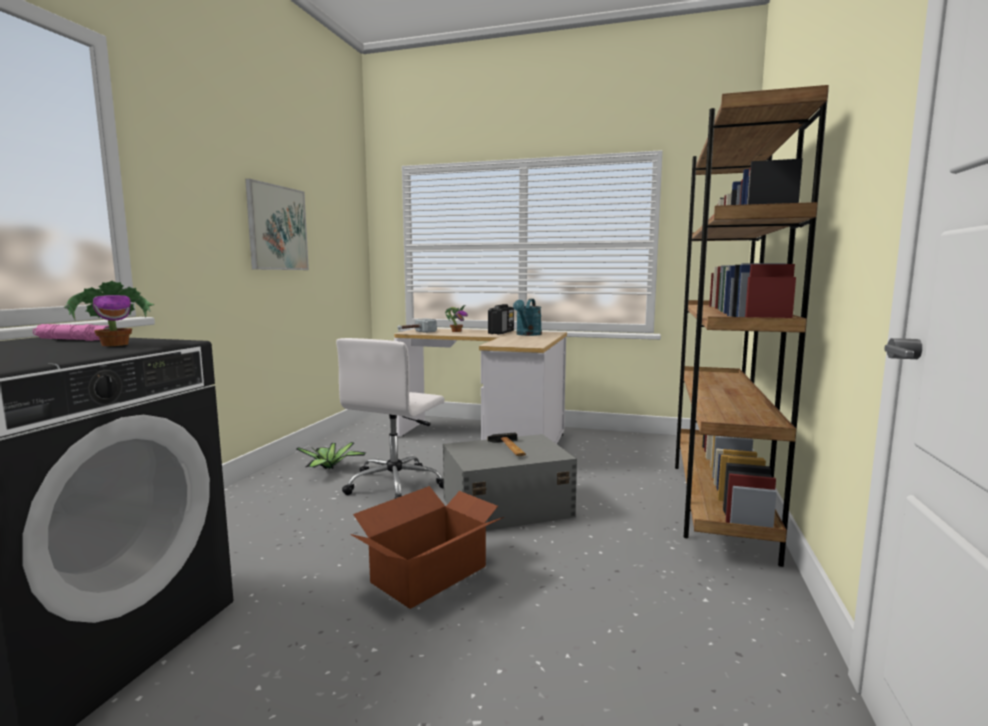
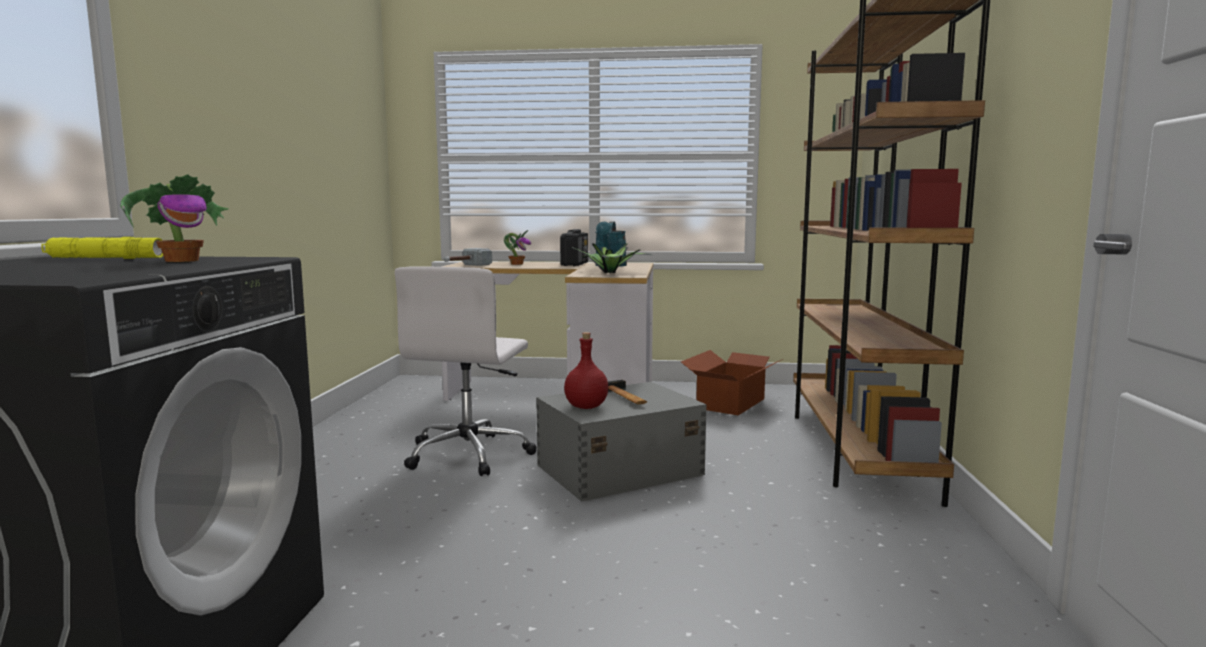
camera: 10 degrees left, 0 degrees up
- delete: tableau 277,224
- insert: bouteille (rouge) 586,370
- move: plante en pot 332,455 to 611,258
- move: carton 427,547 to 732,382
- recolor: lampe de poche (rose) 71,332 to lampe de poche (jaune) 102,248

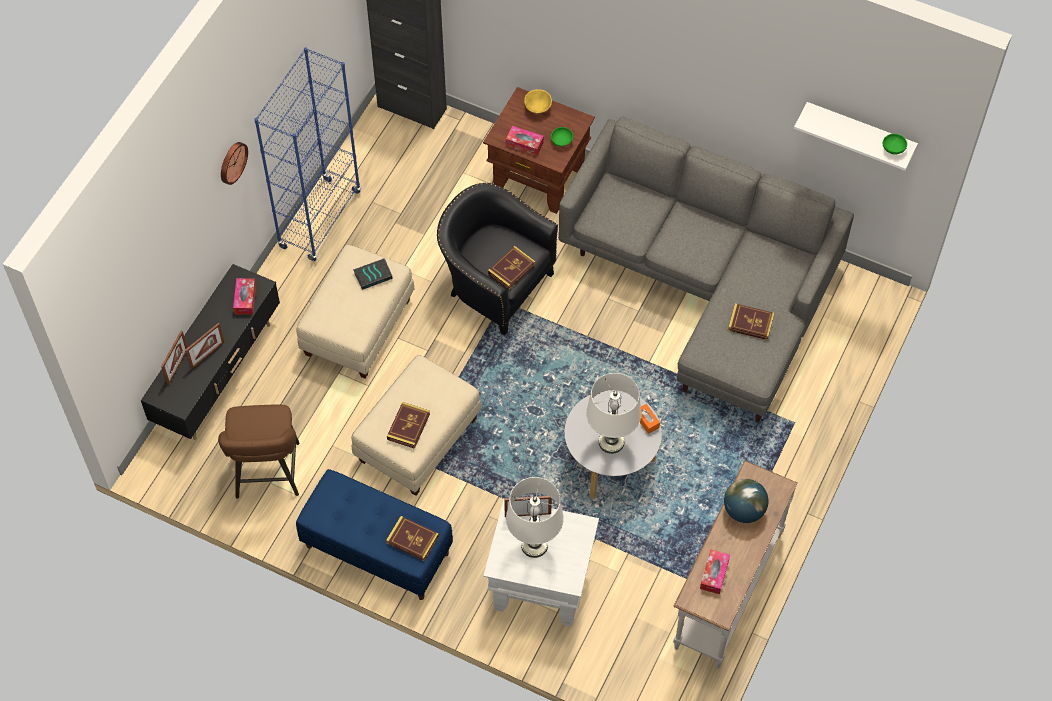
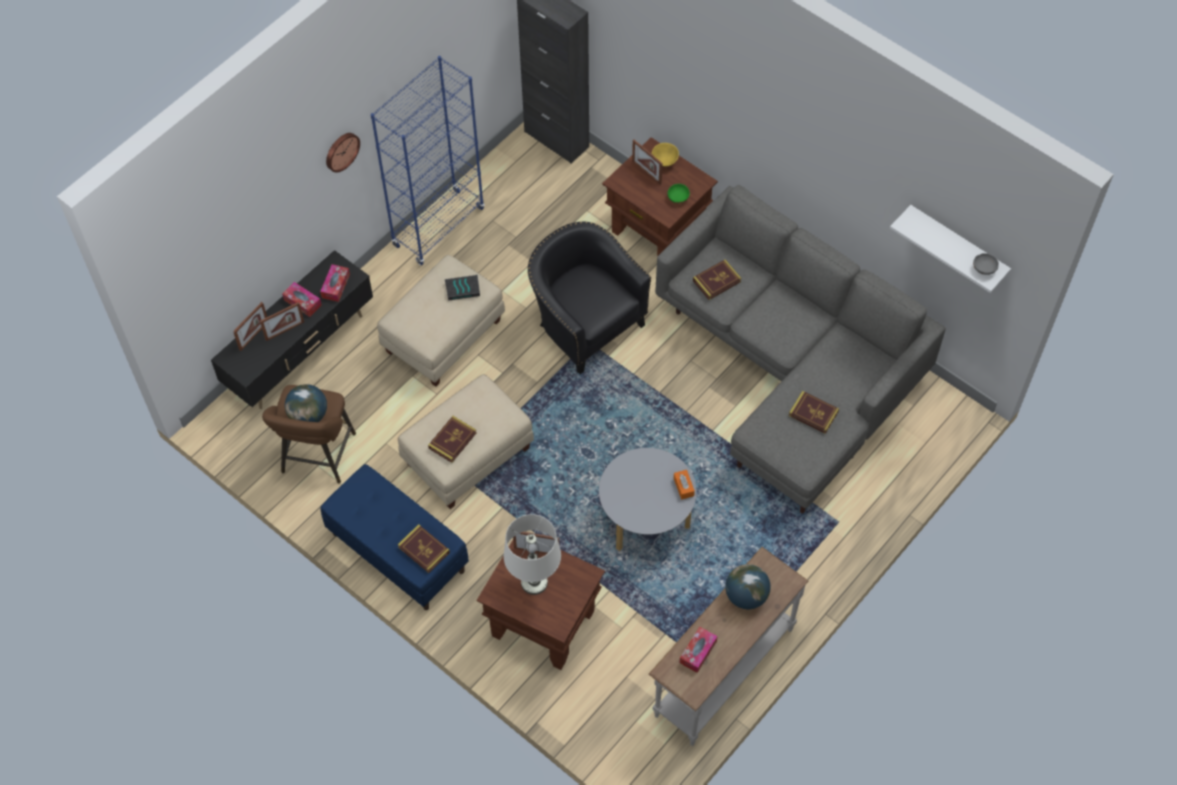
camera: 15 degrees right, 0 degrees up
- delete: lampe de table (blanc) 613,413
- insert: globe 306,403
- insert: cadre photo 647,162
- move: livre 512,268 to 717,280
- move: boîte à mouchoirs 525,141 to 302,299
- recolor: table d'appoint (blanc) 541,563 to table d'appoint (marron) 541,605
- recolor: bol (vert) 895,144 to bol (gris) 986,264

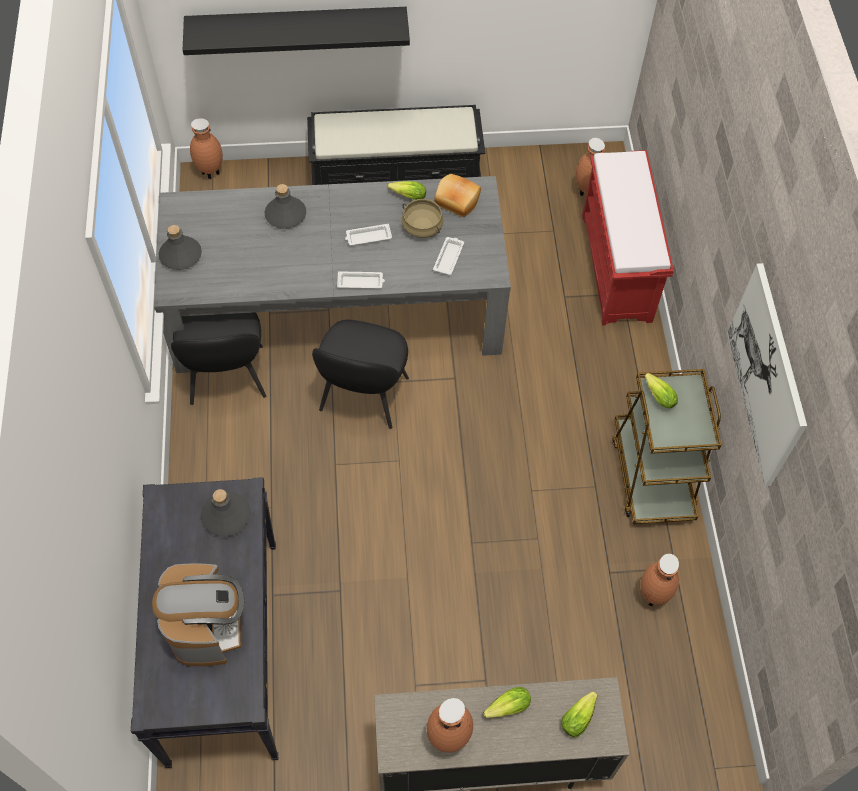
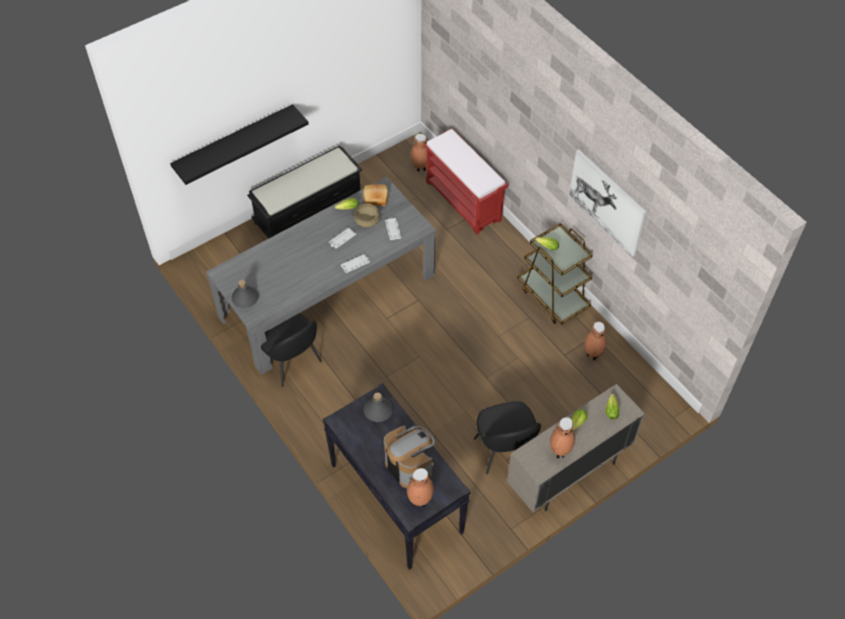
camera: 30 degrees left, 5 degrees down
- delete: bouteille (gris) 285,206
- move: vase (marron) 206,148 to 420,487
- move: chaise (noir) 360,374 to 507,437

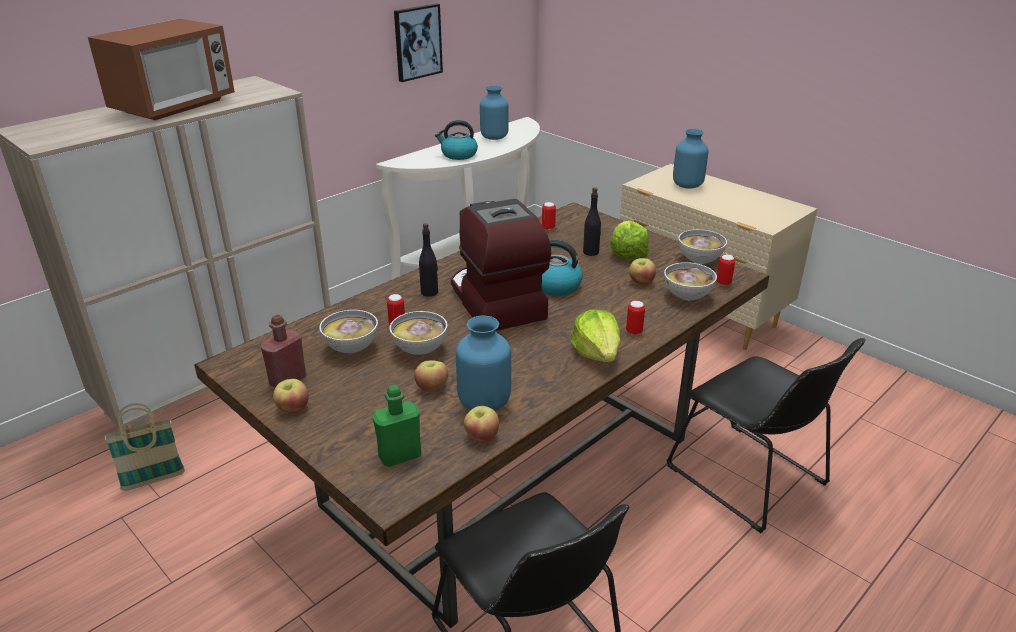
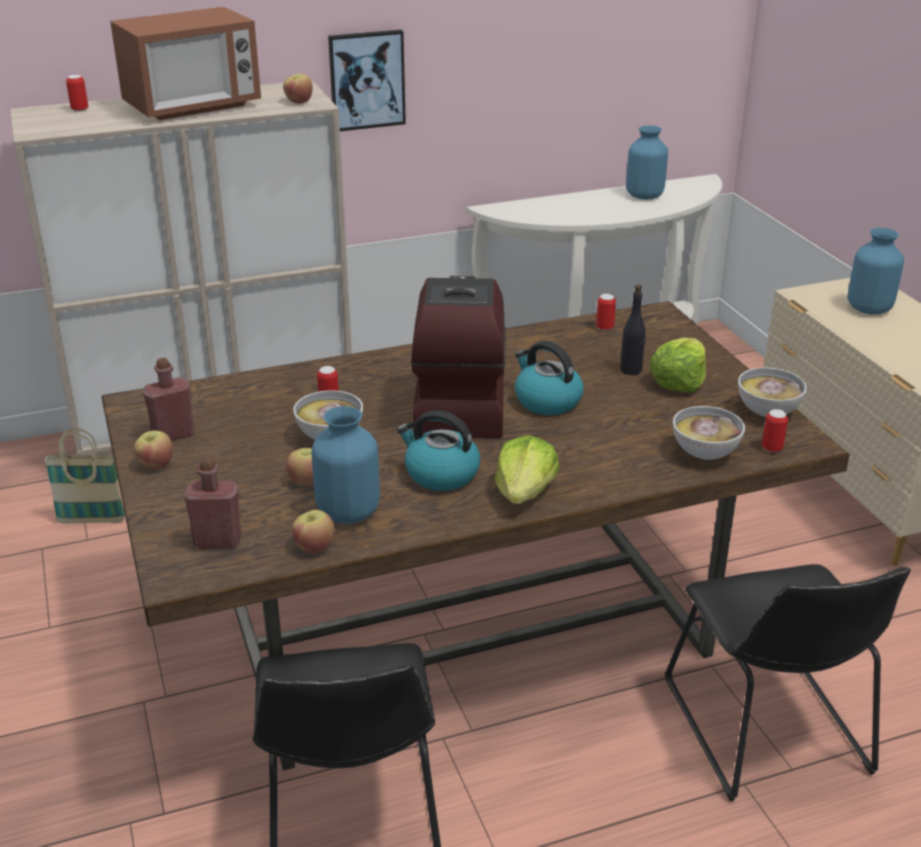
camera: 25 degrees right, 0 degrees up
- delete: bol 348,331
- delete: bouteille (noir) 428,260
- move: tableau 418,42 to 367,80
- move: bouilloire 456,140 to 438,450
- move: boîte métallique 635,318 to 77,93
- move: pomme 642,271 to 298,89
- recolor: bouteille (vert) 397,426 to bouteille (rouge) 213,503

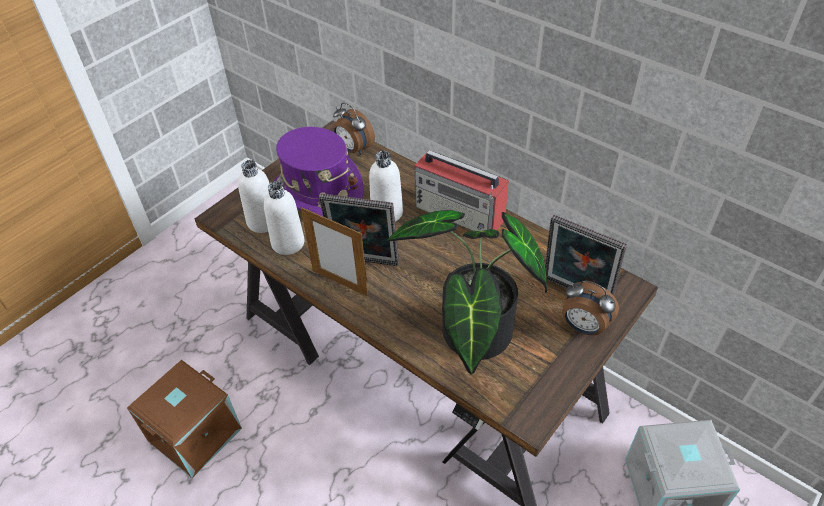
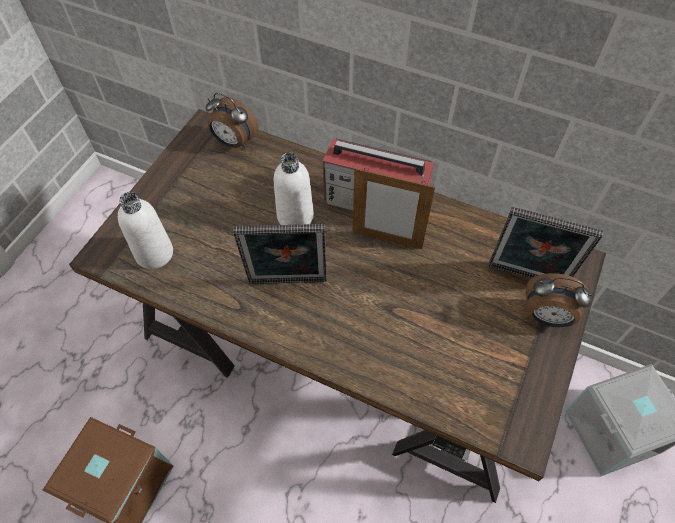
camera: 15 degrees left, 10 degrees up
- delete: bouteille (blanc) 284,218
- delete: chapeau (violet) 318,171
- delete: plante en pot 467,292
- move: cadre photo 334,252 to 393,208

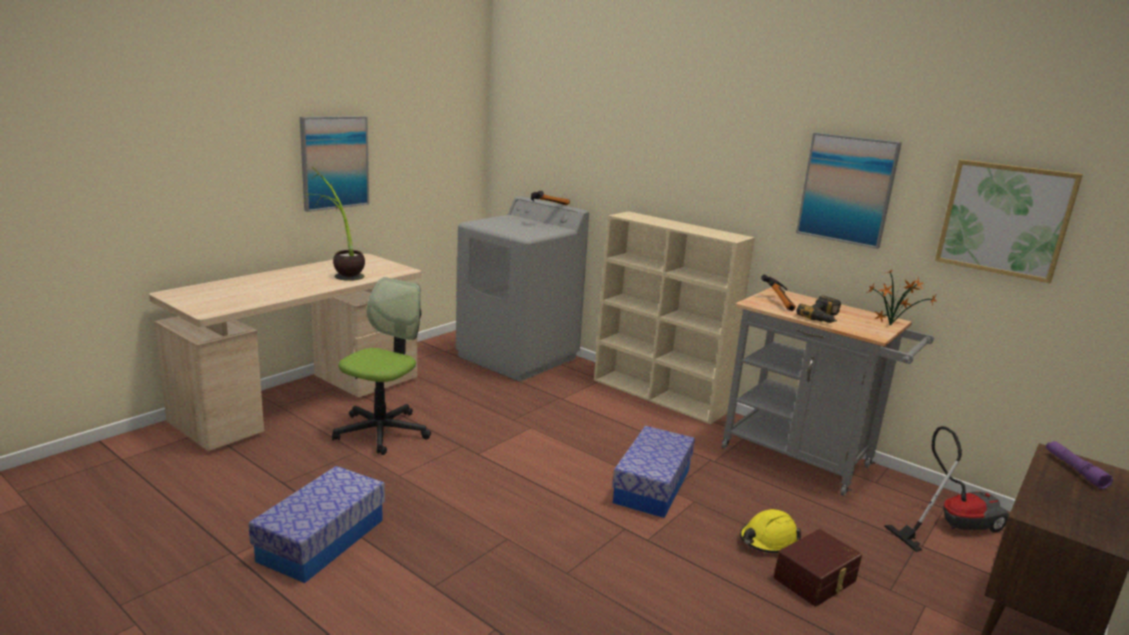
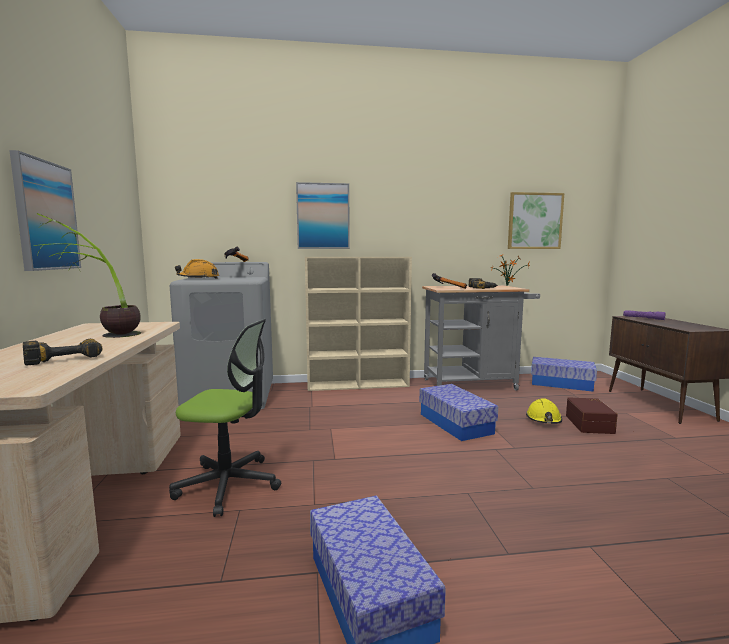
camera: 45 degrees left, 10 degrees down
- insert: perceuse 62,352
- insert: casque de chantier (orange) 197,269
- move: tableau 849,191 to 323,215
- replace: aspirateur 946,489 to boîte de rangement 564,374
- rotate: chaise de bureau 381,366 = 225,418 120 degrees clockwise

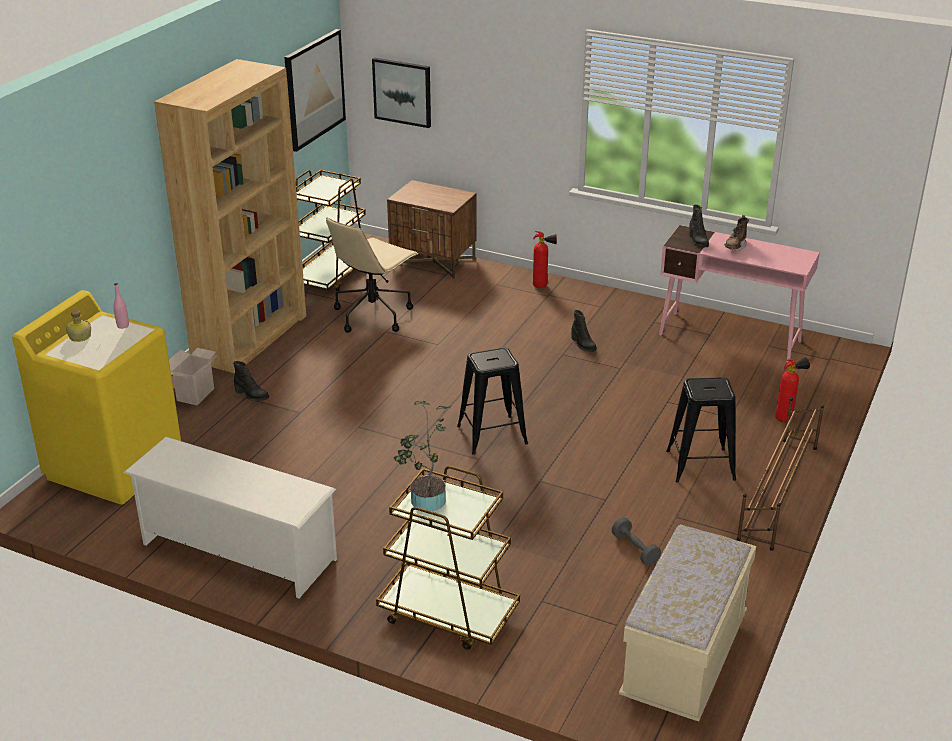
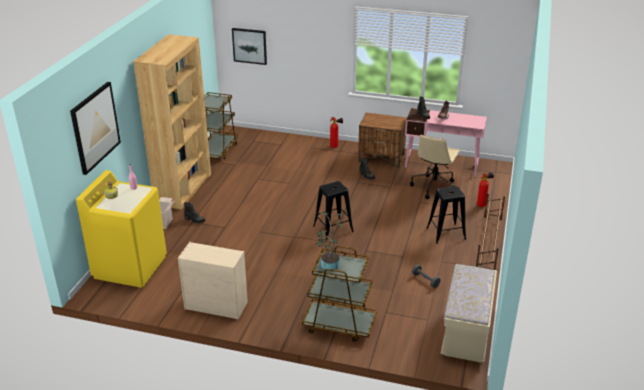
camera: 10 degrees left, 0 degrees up
- move: tableau 315,90 to 95,128
- move: chaise de bureau (beige) 372,275 to 435,167
- move: table de chevet (marron) 432,229 to 382,140
- replace: étagère à chaussures (blanc) 230,518 to commode (beige) 213,281

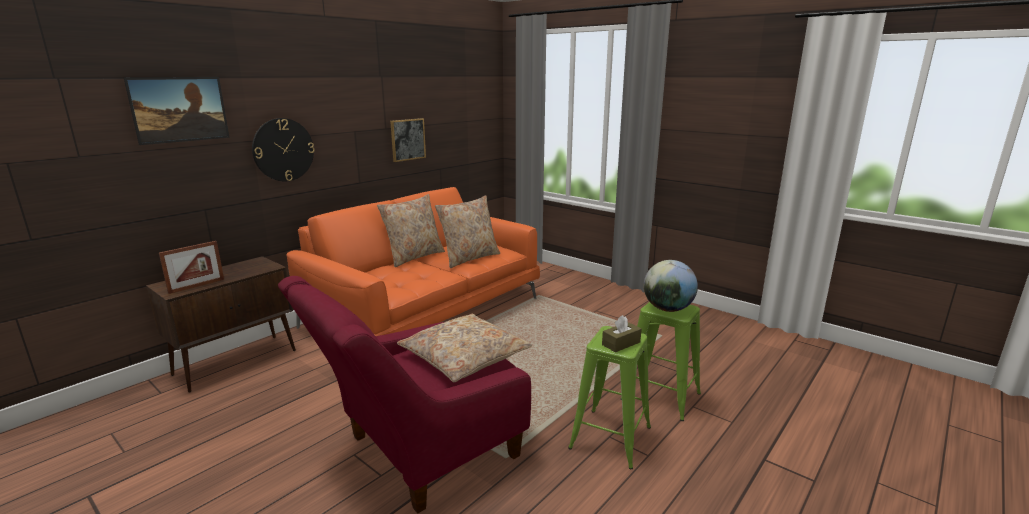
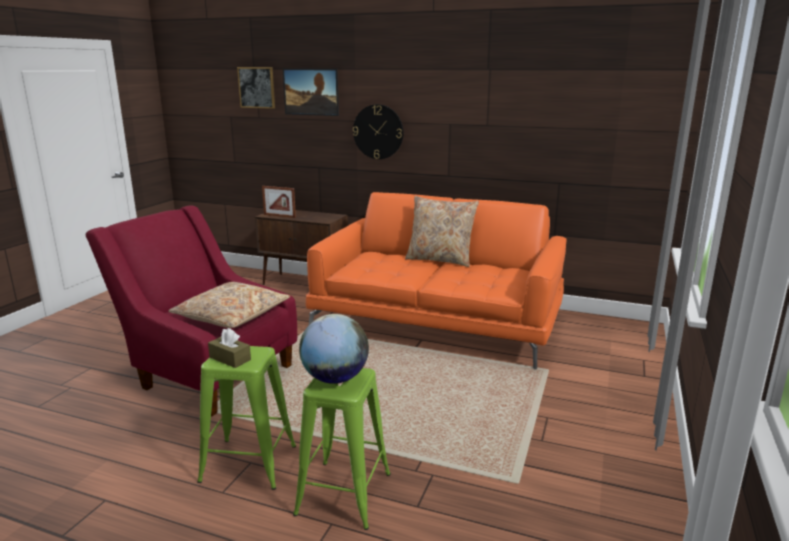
camera: 70 degrees right, 0 degrees up
- delete: coussin (beige) 467,231
- move: tableau 408,140 to 256,88

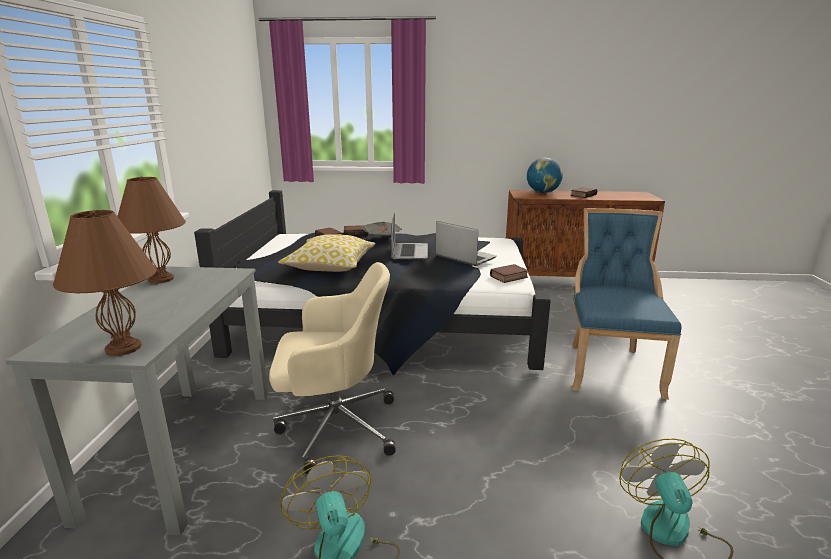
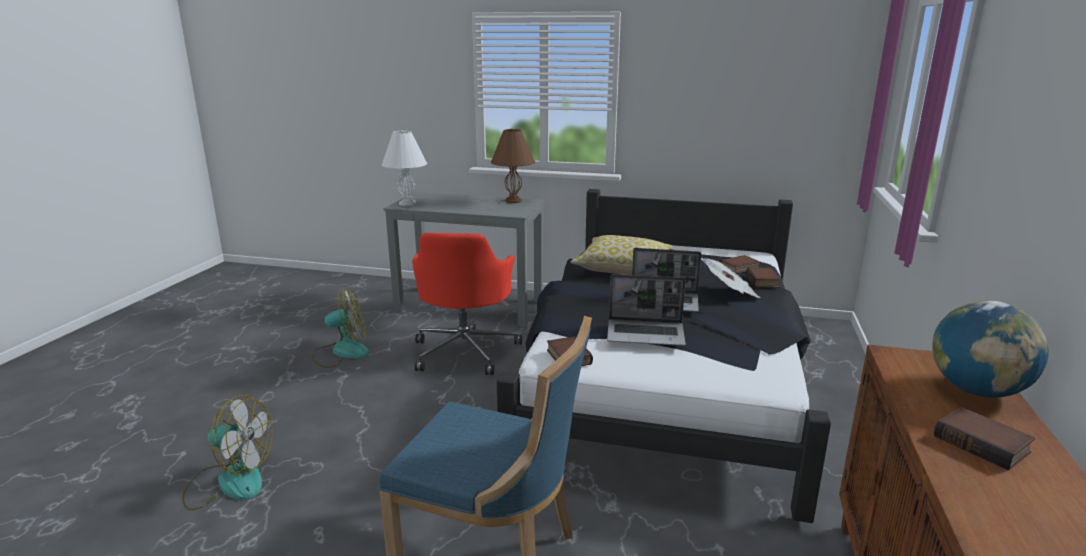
camera: 100 degrees right, 0 degrees up
- recolor: lampe de table (marron) 105,283 to lampe de table (blanc) 404,168
- recolor: chaise de bureau (beige) 332,368 to chaise de bureau (rouge) 467,303
- rotate: ordinateur portable 466,243 = 646,310 45 degrees clockwise

